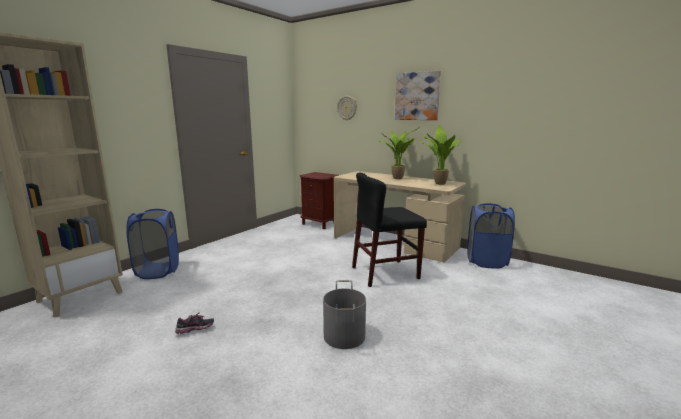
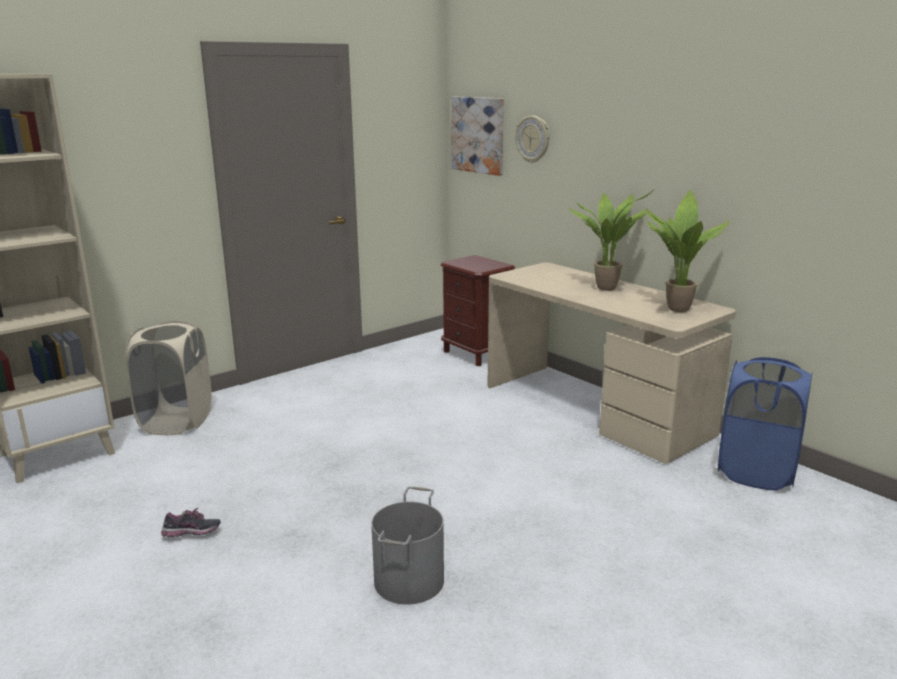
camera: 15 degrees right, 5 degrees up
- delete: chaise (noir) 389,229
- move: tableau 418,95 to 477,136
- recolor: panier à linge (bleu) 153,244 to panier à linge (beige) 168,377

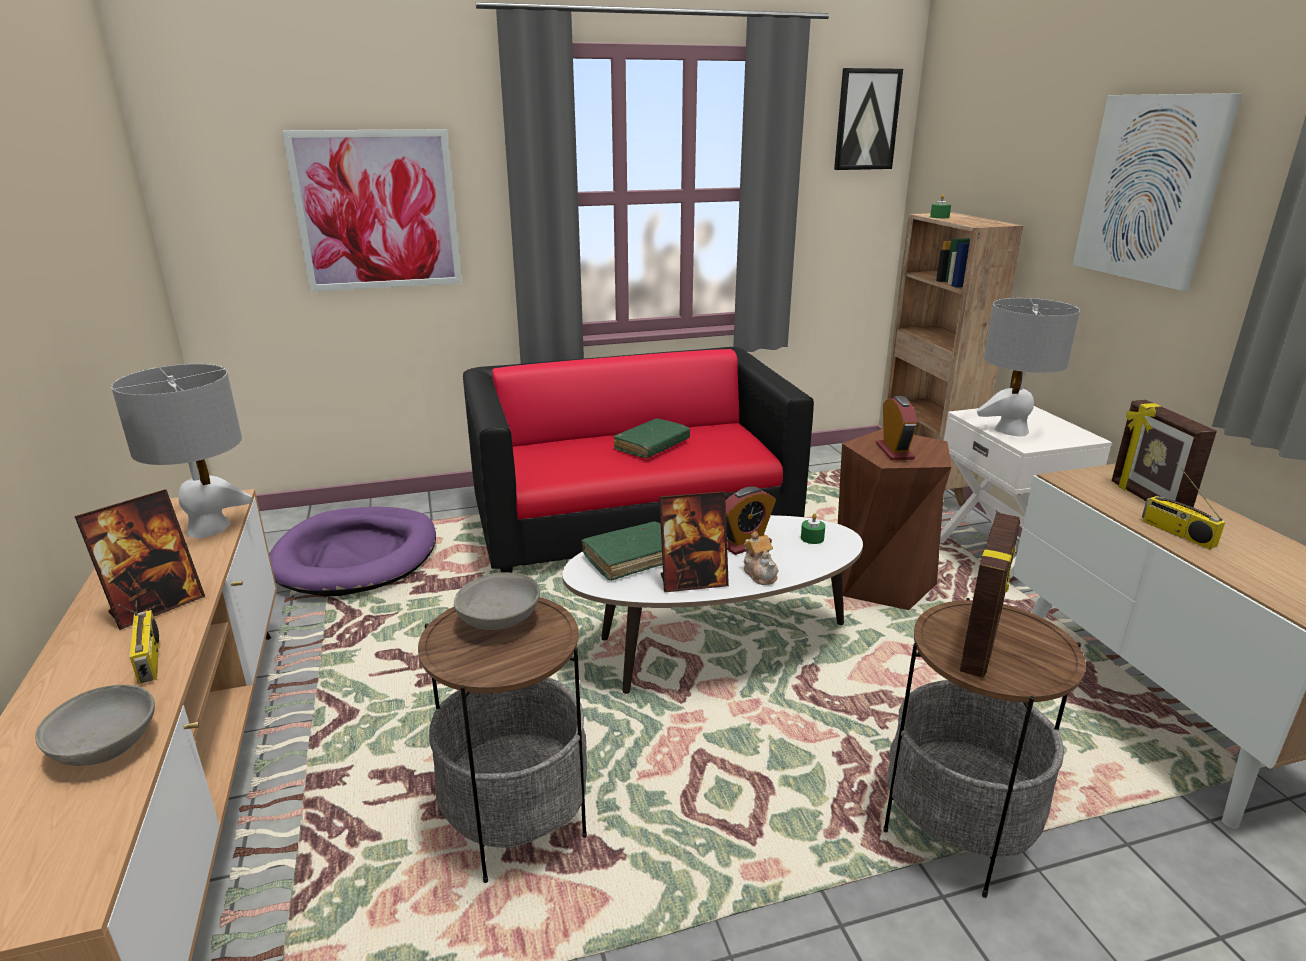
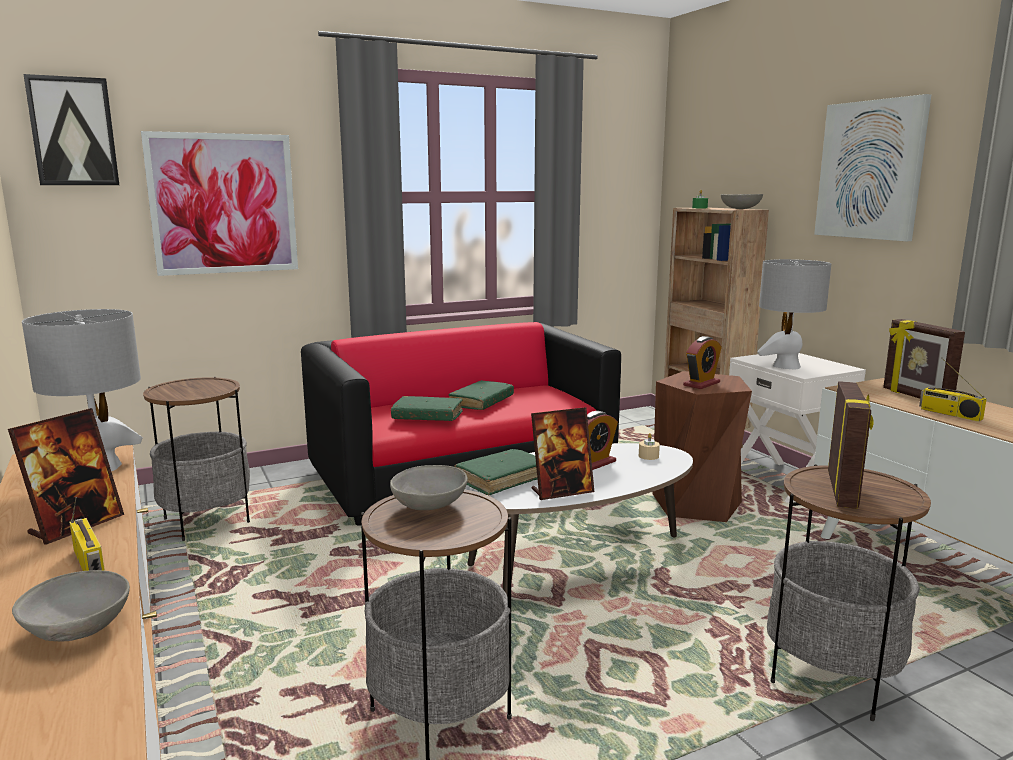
camera: 10 degrees left, 10 degrees down
- delete: théière 761,558
- insert: livre (vert) 427,408
- insert: bol (gris) 742,201
- move: tableau 868,119 to 71,129
- replace: panier pour chien (violet) 352,552 to table d'appoint 196,459
- recolor: bougie (vert) 813,528 to bougie (beige) 649,446
- rotate: réveil 897,428 = 702,362 60 degrees clockwise

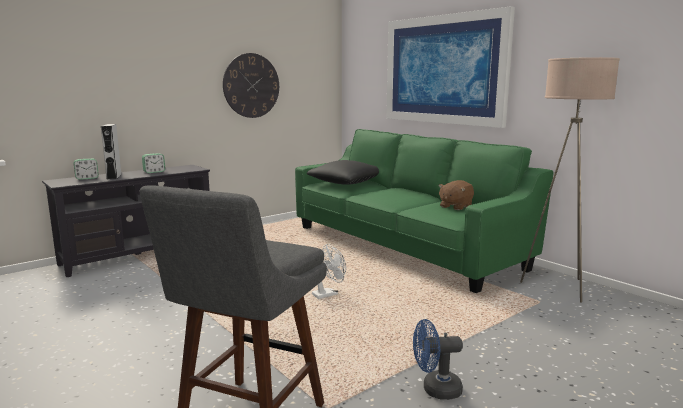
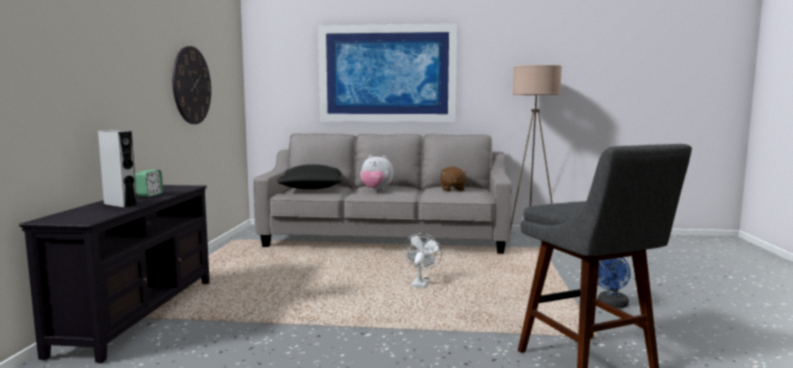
camera: 45 degrees left, 5 degrees down
- delete: réveil 86,169
- insert: peluche 376,172
- recolor: canapé (vert) 424,211 to canapé (gris) 382,193

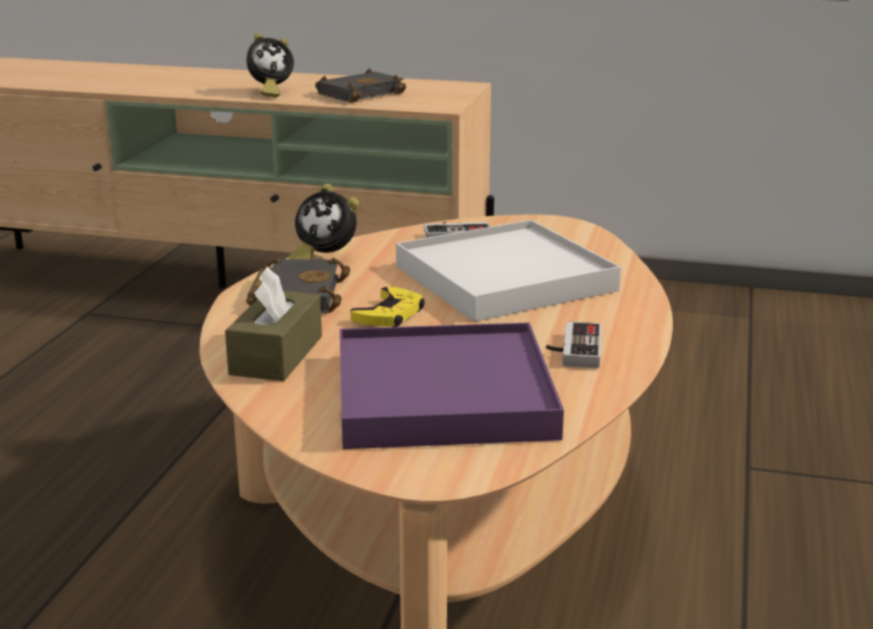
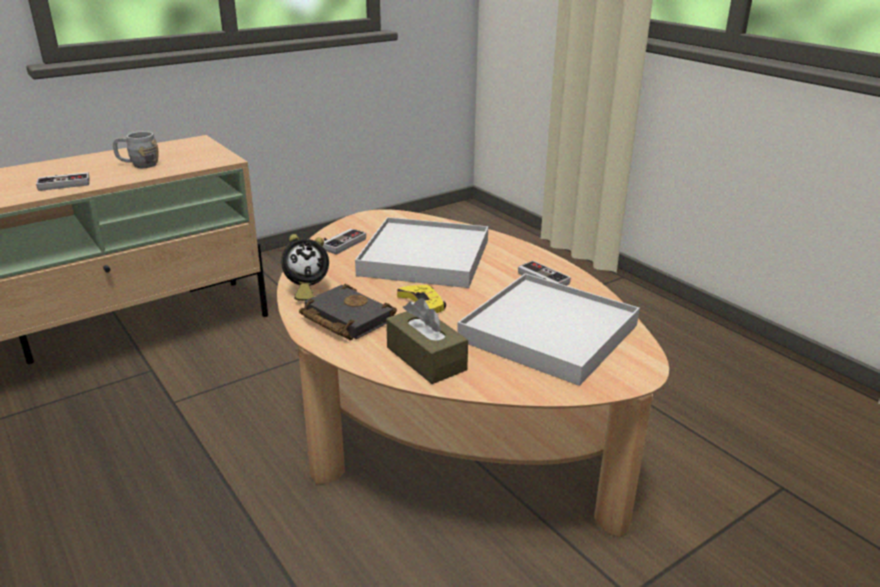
camera: 50 degrees left, 5 degrees up
- replace: réveil 270,65 to manette 63,181
- replace: livre (noir) 360,85 to mug (gris) 136,149
- recolor: plateau (violet) 452,386 to plateau (blanc) 548,329

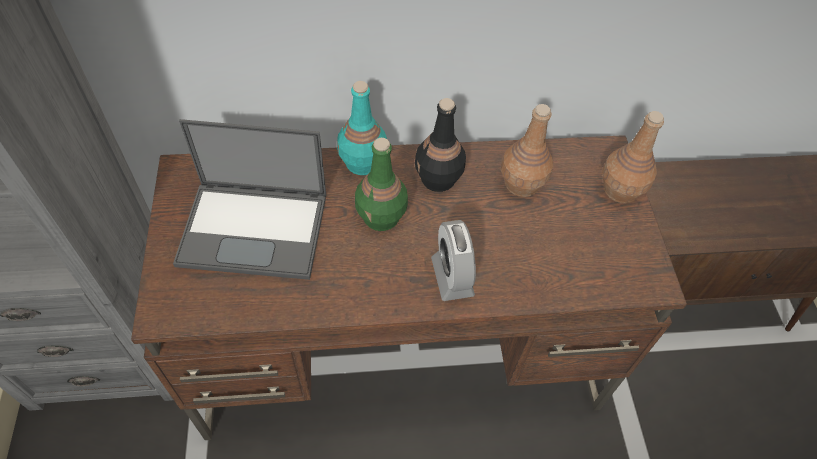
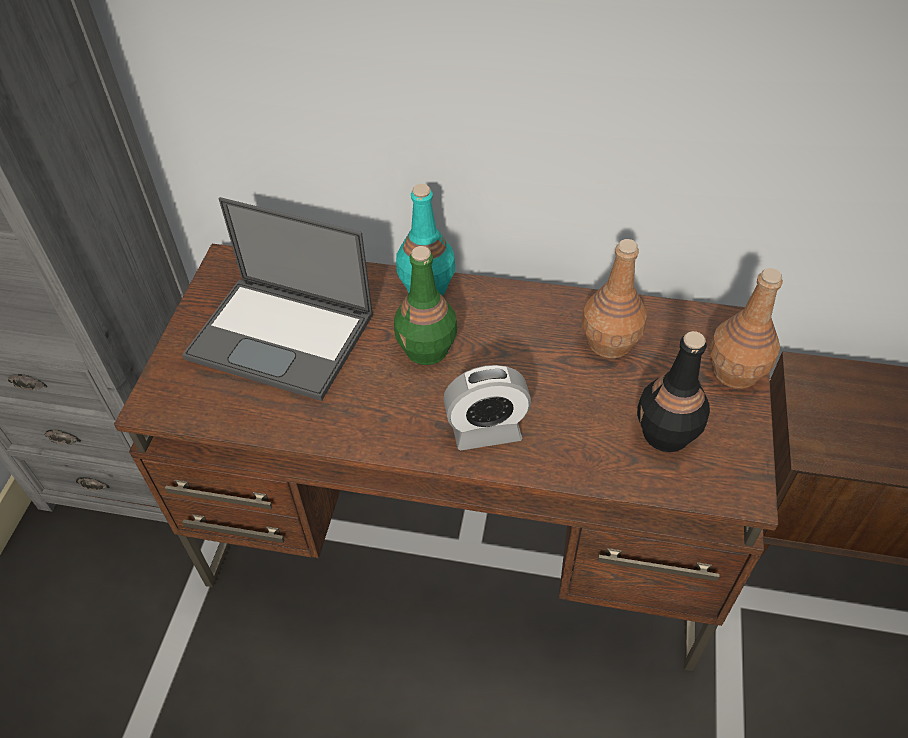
camera: 20 degrees right, 5 degrees down
- move: bouteille (noir) 440,145 to 673,391
- rotate: réveil 453,260 = 487,408 105 degrees counterclockwise

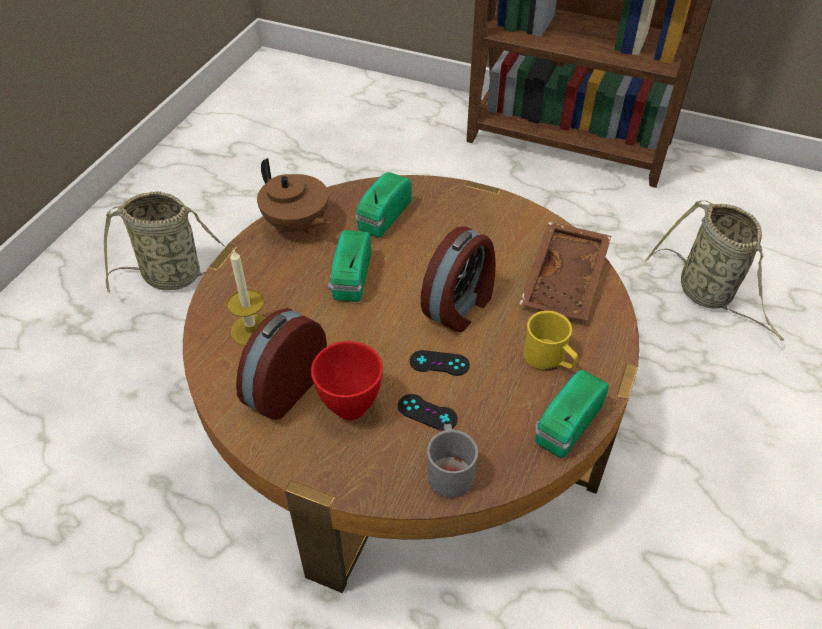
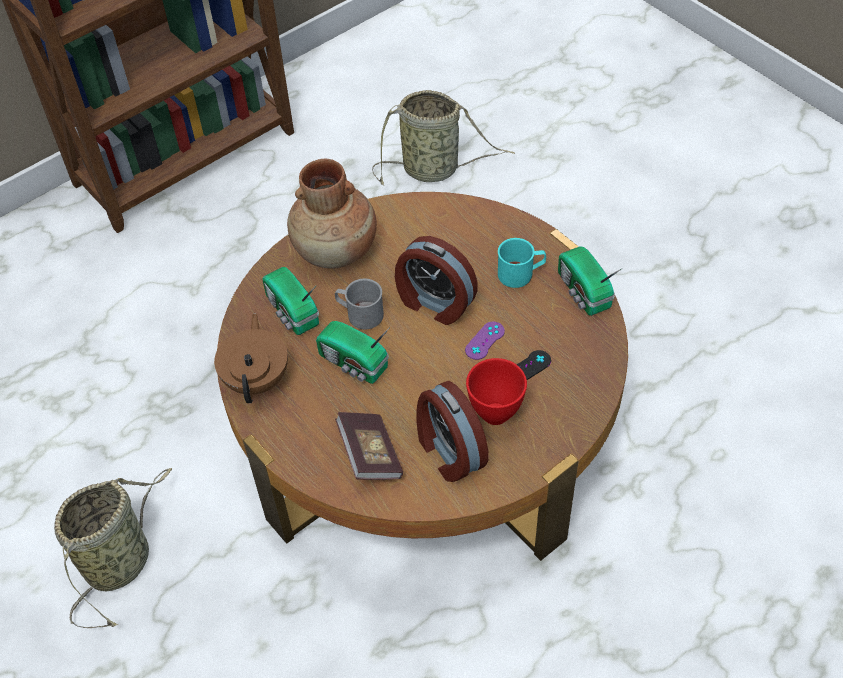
camera: 60 degrees left, 5 degrees up
- delete: plateau (marron) 565,271
- insert: vase (marron) 332,214
- move: mug (gris) 452,461 to 359,304
- replace: bougie 246,297 to livre 369,446
- recolor: manette (noir) 440,363 to manette (violet) 485,341
- recolor: mug (jaune) 551,341 to mug (turquoise) 522,263
- rotate: théière (marron) 293,196 = 251,358 75 degrees counterclockwise
- rotate: réveil 458,279 = 436,280 150 degrees clockwise

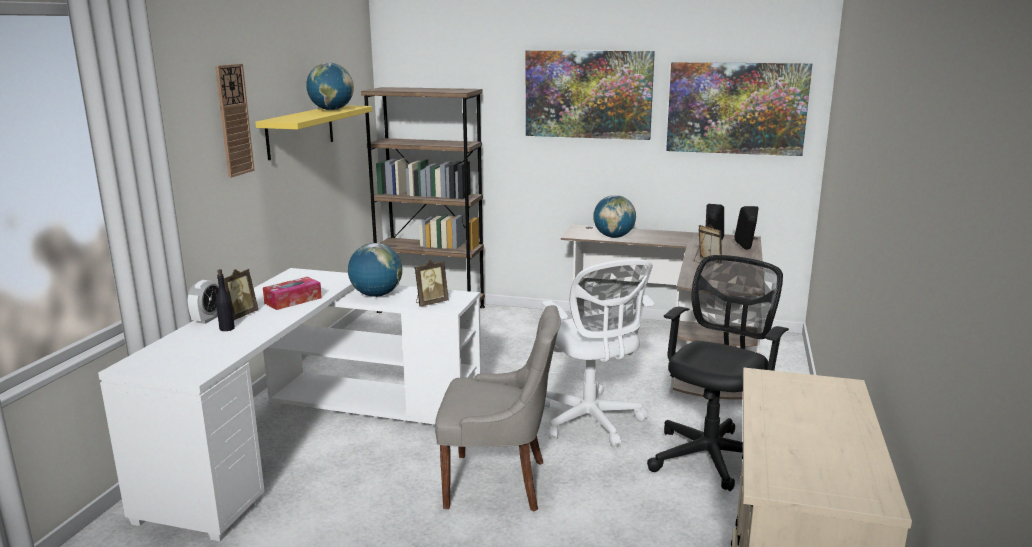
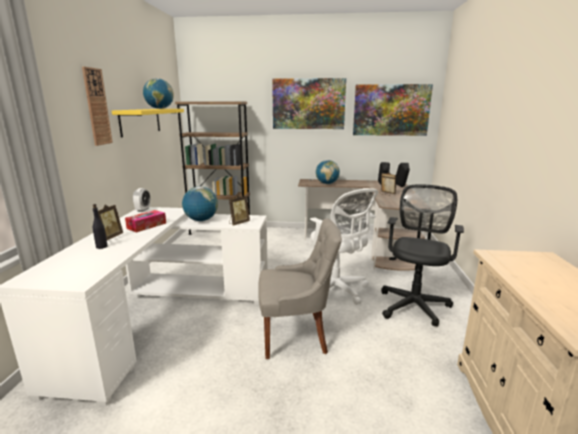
camera: 10 degrees left, 0 degrees up
- move: réveil 203,302 to 141,200

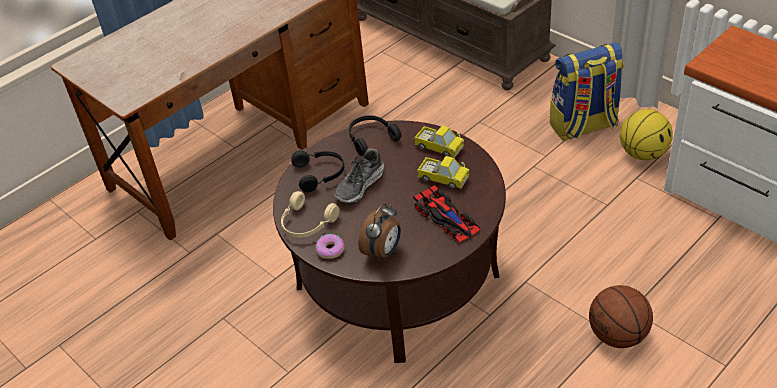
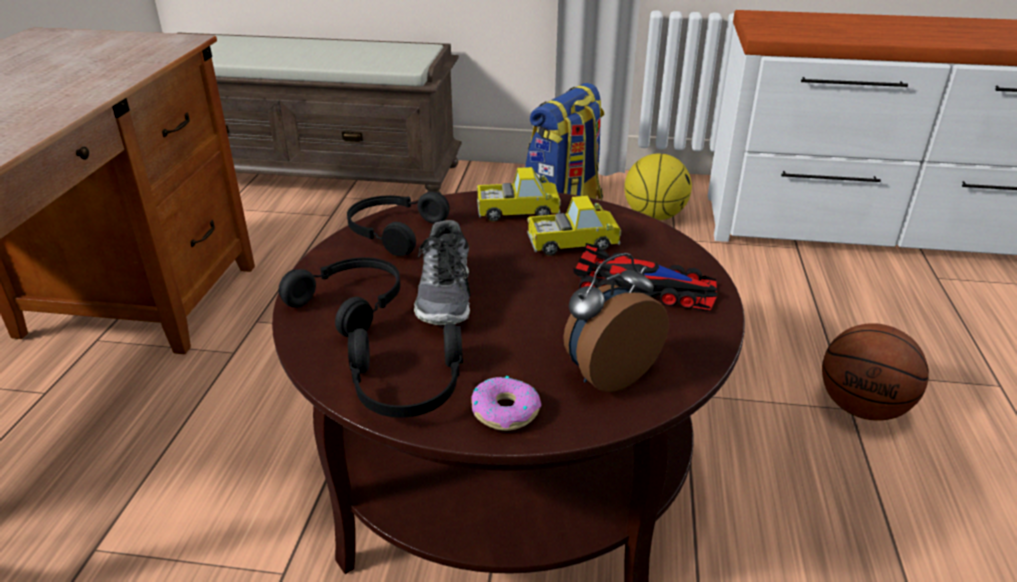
camera: 40 degrees left, 10 degrees down
- recolor: casque audio (beige) 310,214 to casque audio (noir) 405,370
- rotate: réveil 379,232 = 616,322 120 degrees counterclockwise

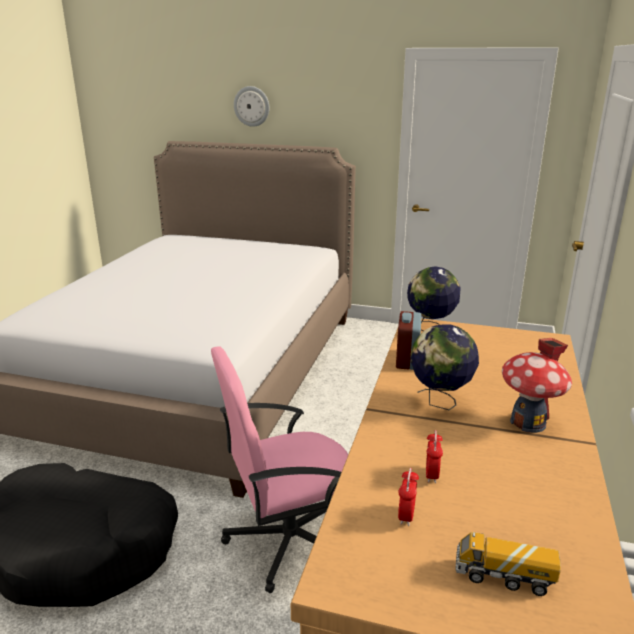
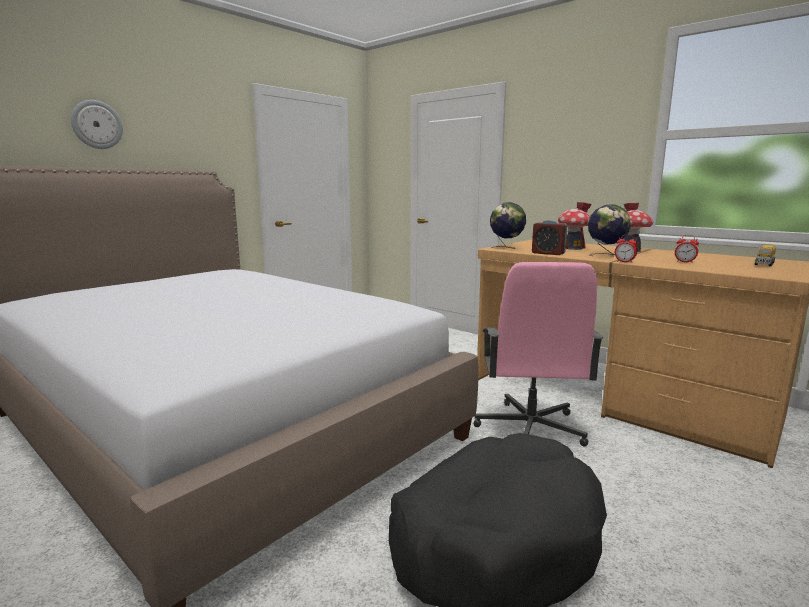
camera: 65 degrees left, 10 degrees down
- insert: maison miniature 574,226
- move: réveil 408,497 to 626,249

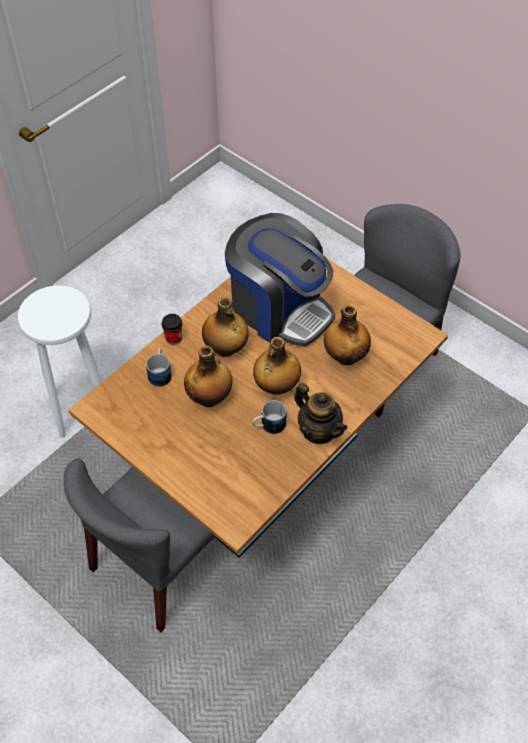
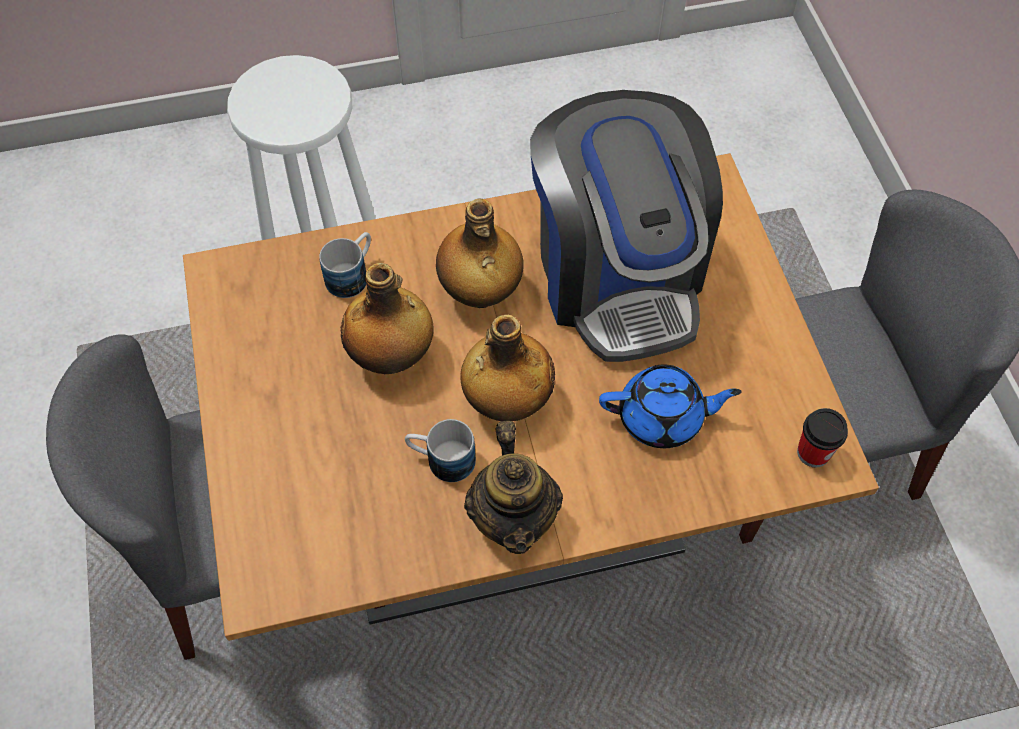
camera: 35 degrees right, 5 degrees up
- move: tasse 172,329 to 822,438
- replace: bouteille 347,335 to théière (bleu) 670,406

